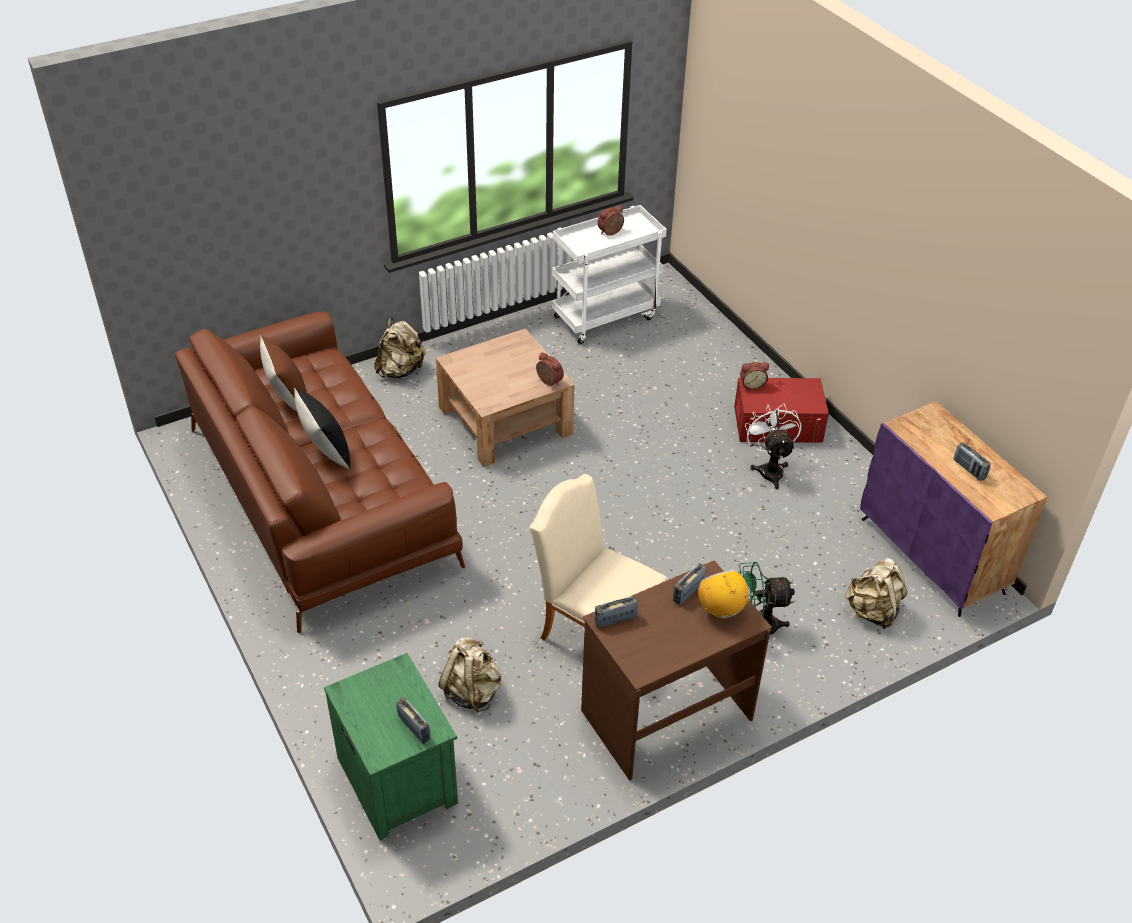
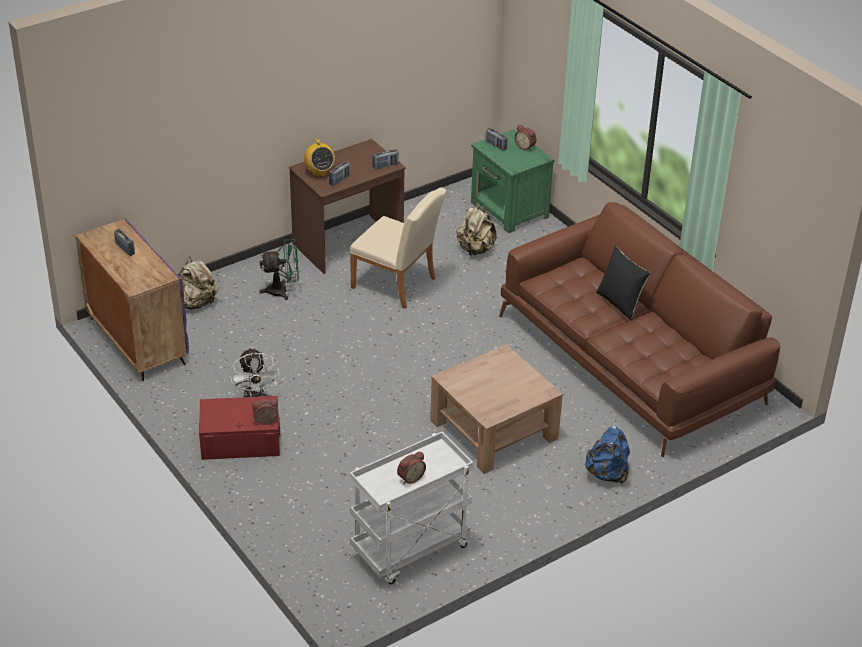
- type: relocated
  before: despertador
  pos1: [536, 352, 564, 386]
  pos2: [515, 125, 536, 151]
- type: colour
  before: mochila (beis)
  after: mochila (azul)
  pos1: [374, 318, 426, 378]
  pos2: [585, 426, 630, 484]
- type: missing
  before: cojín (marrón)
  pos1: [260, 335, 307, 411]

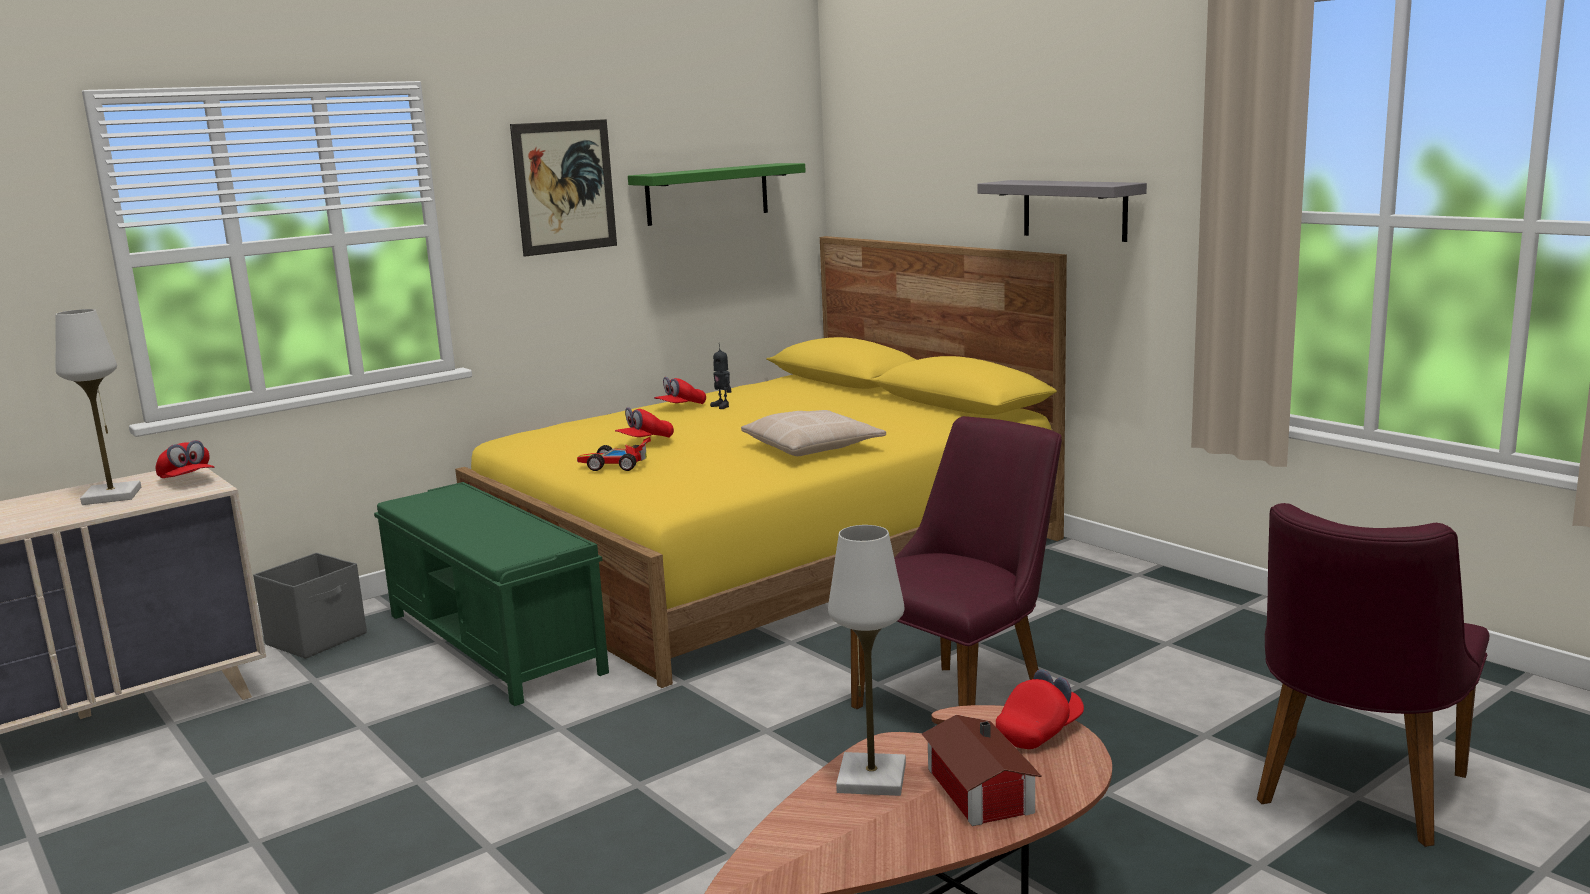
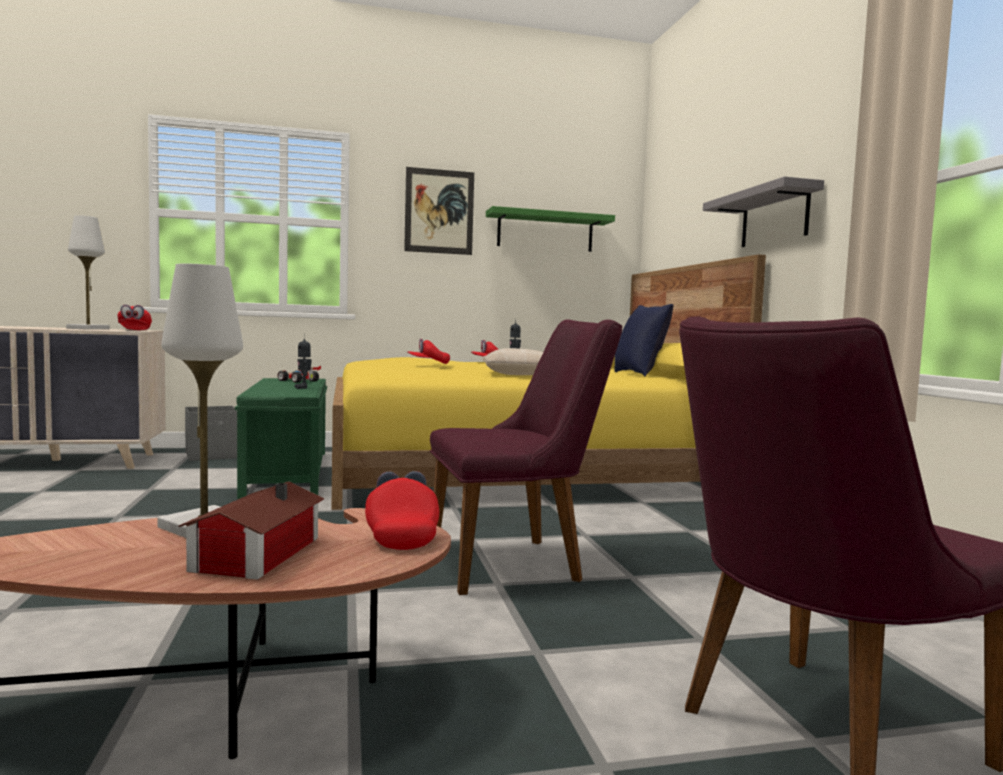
- type: relocated
  before: coche de juguete
  pos1: [577, 437, 651, 471]
  pos2: [277, 366, 321, 383]
- type: appeared
  after: robot de juguete
  pos2: [294, 334, 312, 389]
- type: spun
  before: gorra (rojo)
  pos1: [996, 669, 1084, 749]
  pos2: [365, 471, 439, 550]
  turn: -90
- type: appeared
  after: cojín (azul)
  pos2: [615, 304, 674, 376]

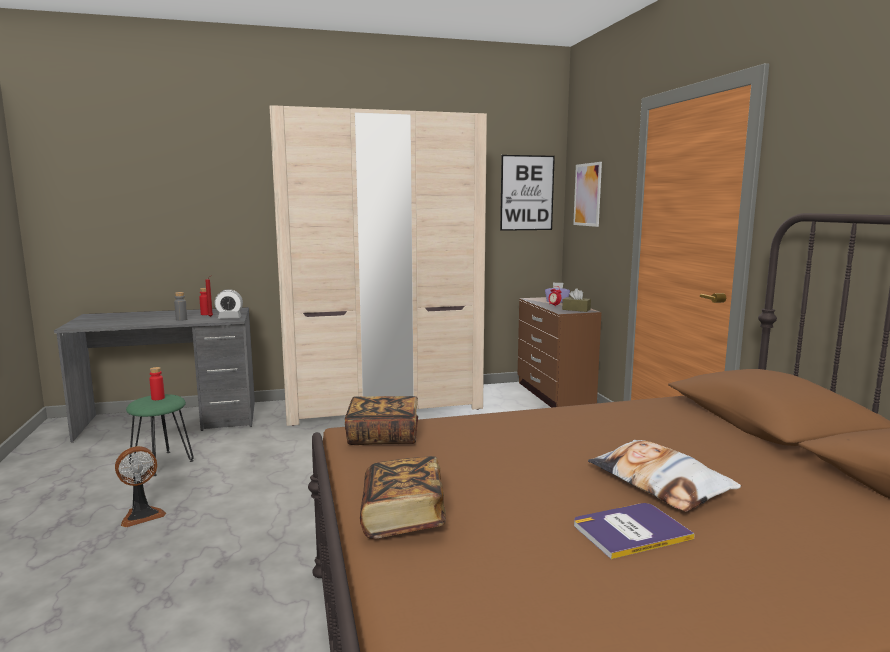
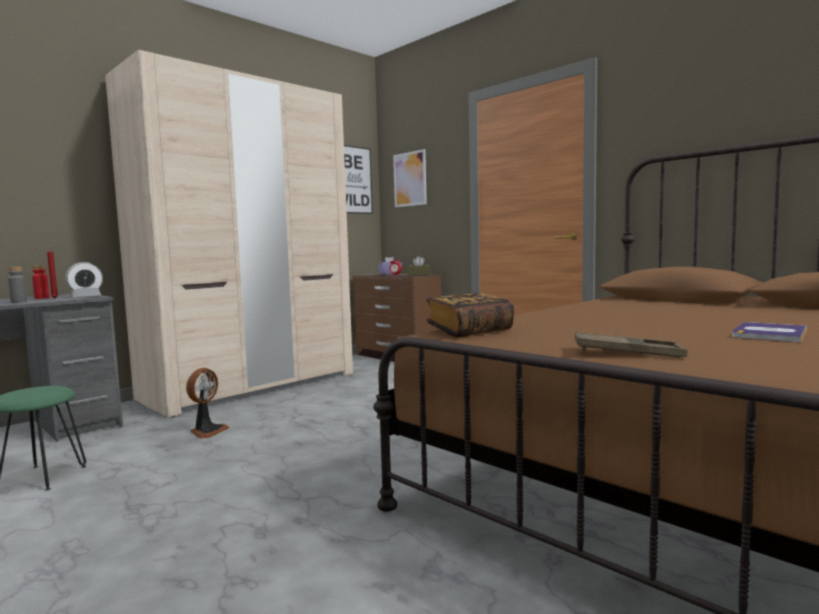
- type: relocated
  before: ventilador
  pos1: [115, 446, 166, 527]
  pos2: [186, 368, 230, 439]
- type: exchanged
  before: libro
  after: bandeja (marrón)
  pos1: [360, 456, 446, 539]
  pos2: [575, 332, 688, 357]
- type: missing
  before: botella (rojo)
  pos1: [149, 367, 165, 400]
- type: missing
  before: cojín
  pos1: [588, 440, 741, 512]

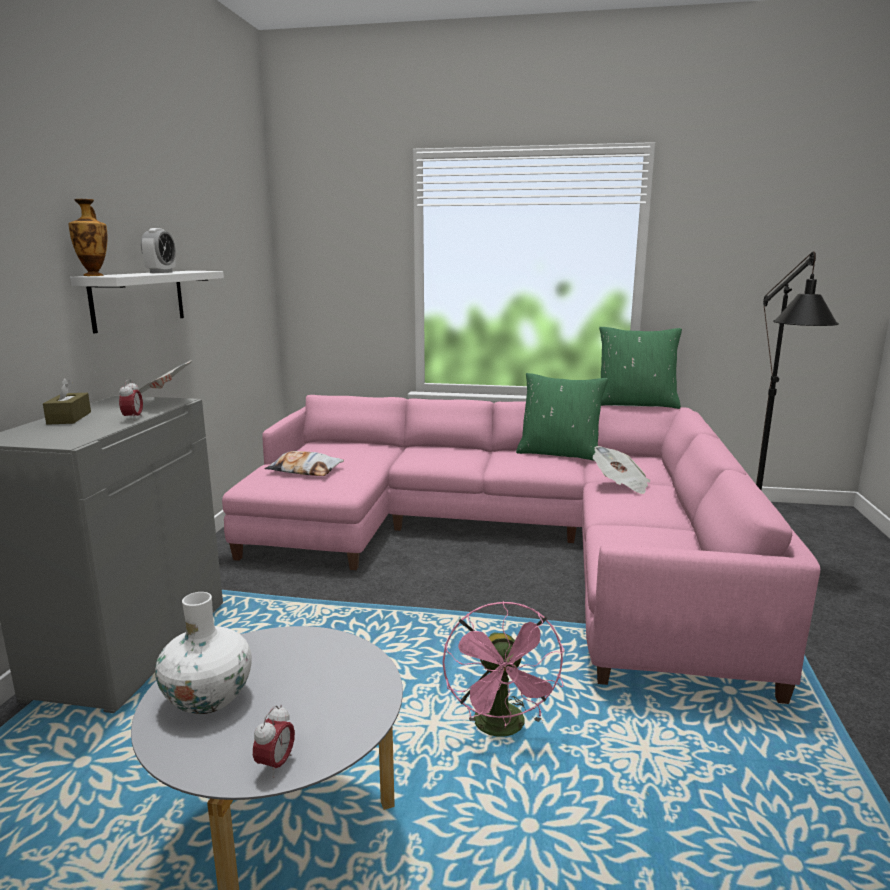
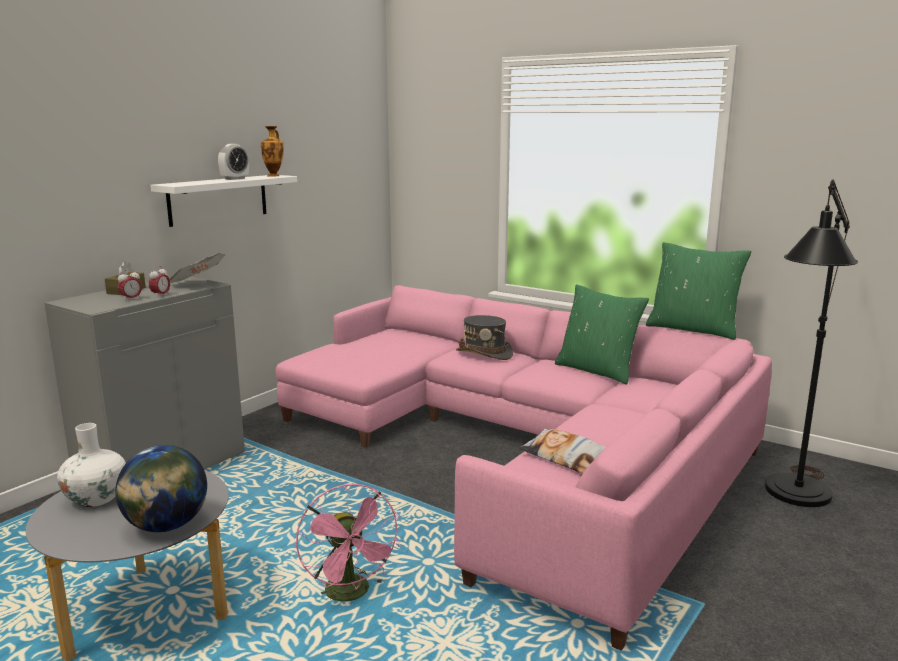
- type: appeared
  after: globo terráqueo
  pos2: [115, 445, 207, 532]
- type: relocated
  before: despertador
  pos1: [253, 705, 295, 778]
  pos2: [118, 269, 142, 301]
- type: relocated
  before: florero
  pos1: [69, 199, 108, 276]
  pos2: [261, 126, 284, 177]
- type: spun
  before: ventilador (rosa)
  pos1: [442, 601, 564, 737]
  pos2: [296, 484, 400, 602]
  turn: -45
- type: appeared
  after: sombrero (gris)
  pos2: [456, 315, 513, 360]
- type: relocated
  before: cojín
  pos1: [265, 451, 344, 476]
  pos2: [518, 428, 606, 474]
- type: missing
  before: periódico
  pos1: [592, 446, 650, 494]

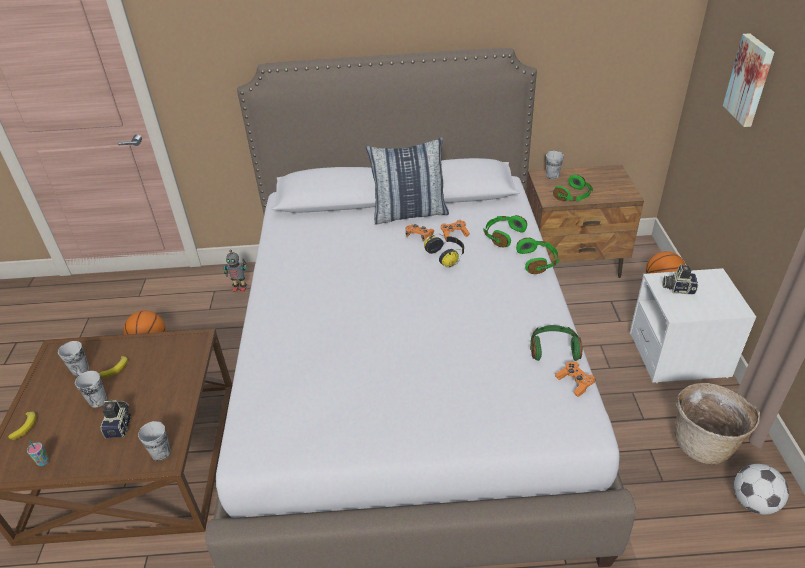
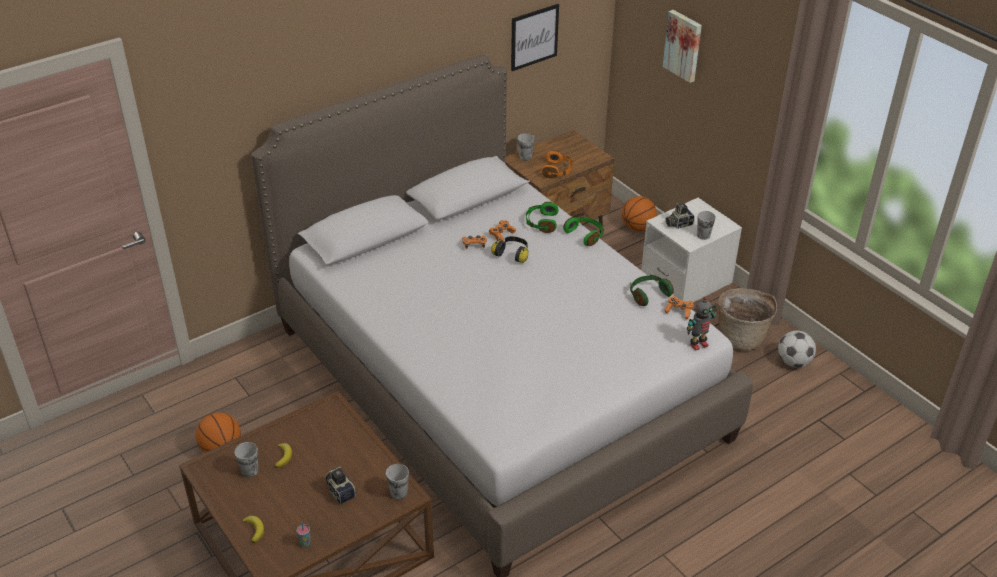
- type: appeared
  after: cuadro
  pos2: [511, 4, 559, 71]
- type: colour
  before: auriculares (verde)
  after: auriculares (naranja)
  pos1: [553, 175, 593, 201]
  pos2: [542, 151, 573, 178]
- type: relocated
  before: robot de juguete
  pos1: [223, 250, 247, 292]
  pos2: [687, 297, 717, 351]
- type: relocated
  before: taza
  pos1: [75, 371, 107, 408]
  pos2: [697, 211, 716, 240]
- type: missing
  before: cojín
  pos1: [366, 137, 449, 225]

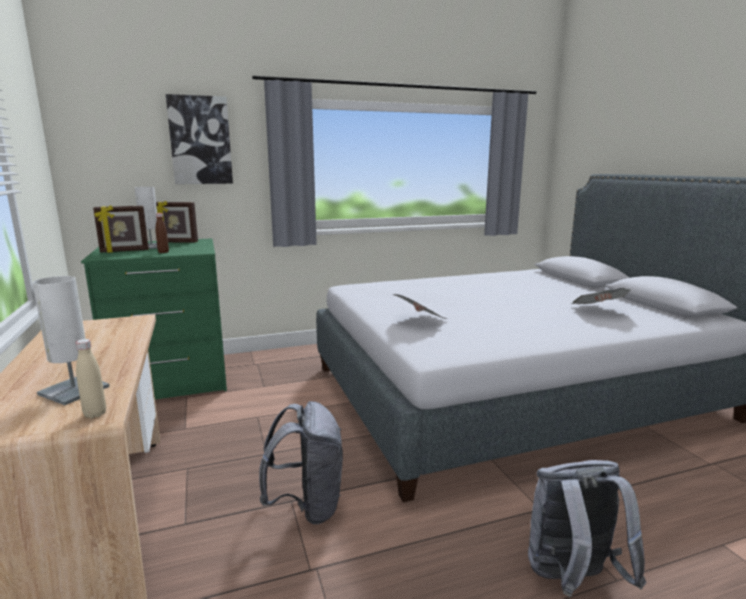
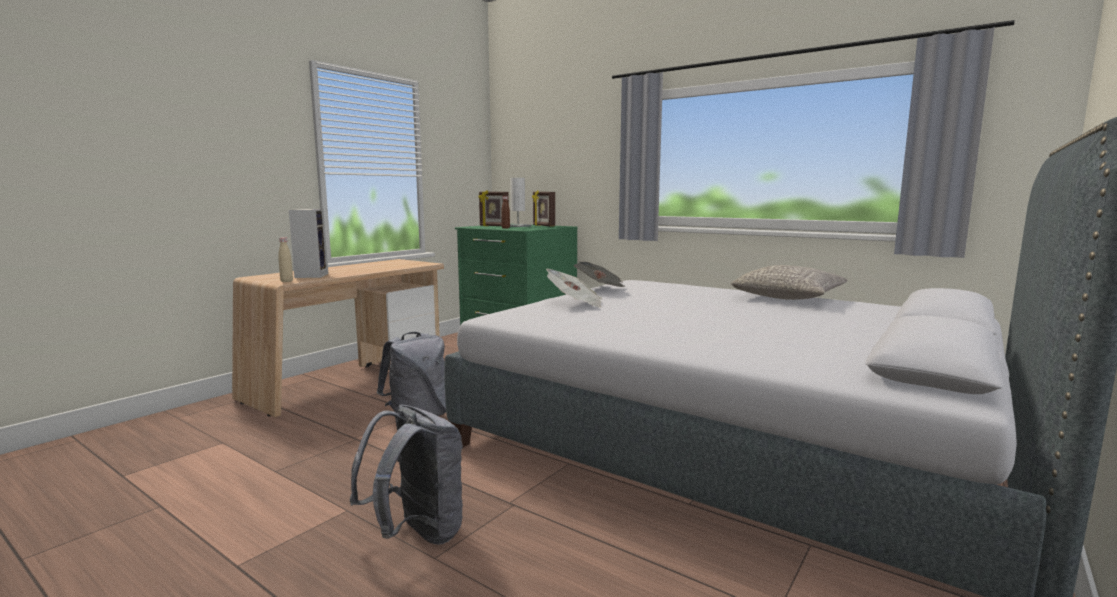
- type: exchanged
  before: lámpara de mesa (blanco)
  after: altavoz
  pos1: [32, 276, 110, 405]
  pos2: [289, 209, 328, 278]
- type: relocated
  before: periódico
  pos1: [571, 288, 631, 304]
  pos2: [574, 262, 625, 287]
- type: appeared
  after: cojín (gris)
  pos2: [731, 265, 848, 300]
- type: missing
  before: cuadro
  pos1: [166, 94, 233, 184]

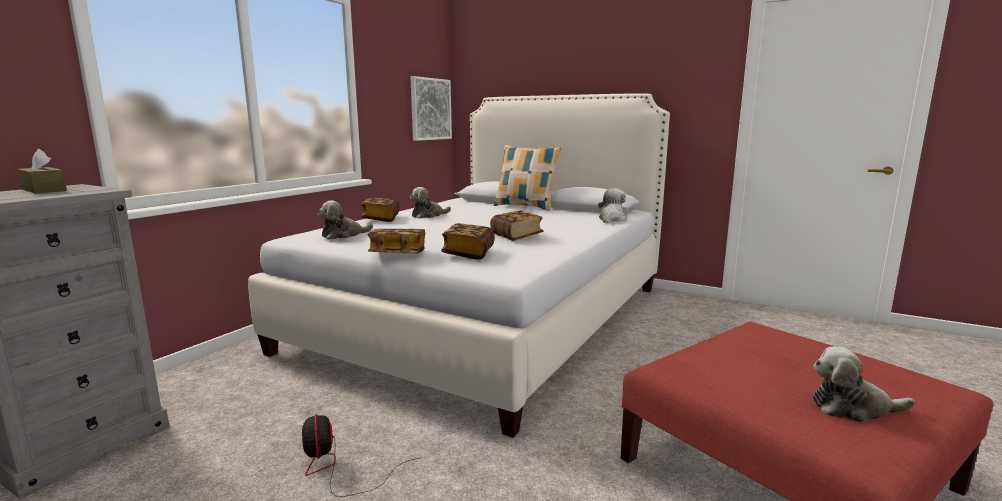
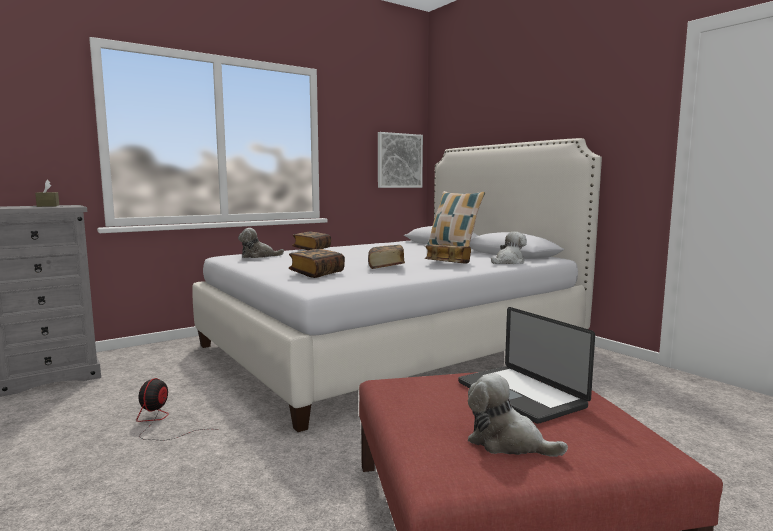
- type: relocated
  before: libro
  pos1: [368, 229, 425, 253]
  pos2: [425, 244, 471, 264]
- type: appeared
  after: portátil
  pos2: [458, 307, 595, 424]
- type: missing
  before: peluche
  pos1: [410, 187, 451, 218]

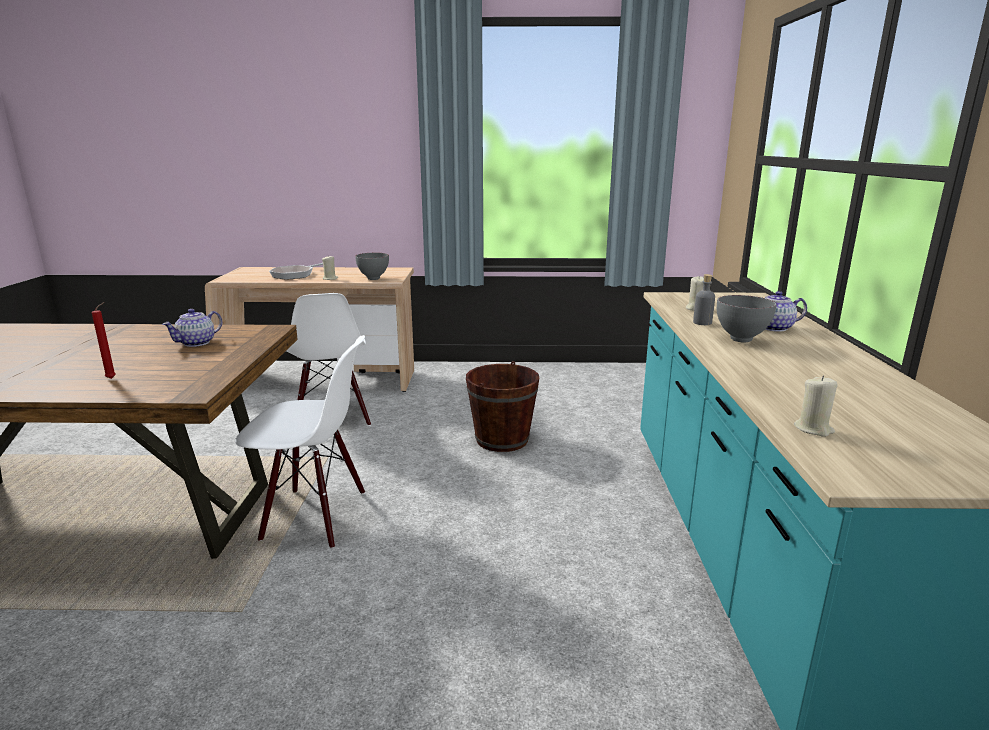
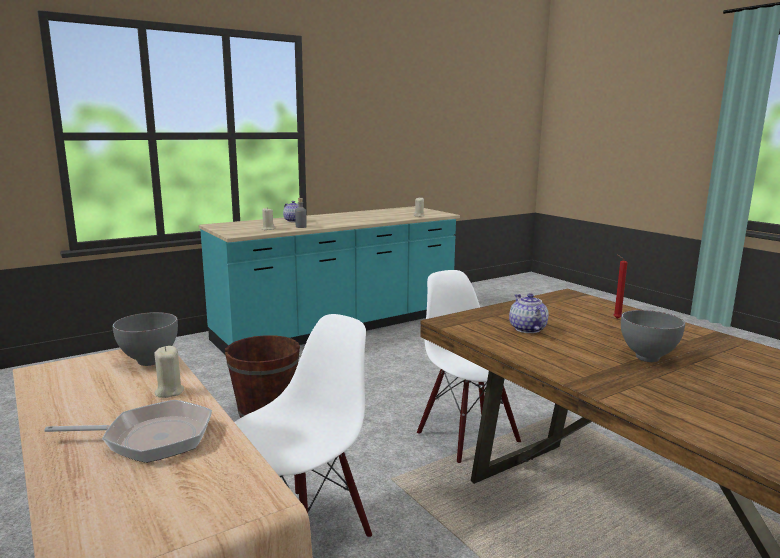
- type: spun
  before: tetera
  pos1: [162, 309, 222, 347]
  pos2: [509, 293, 548, 333]
  turn: -105
- type: relocated
  before: cuenco (gris)
  pos1: [717, 295, 777, 343]
  pos2: [621, 310, 685, 362]

